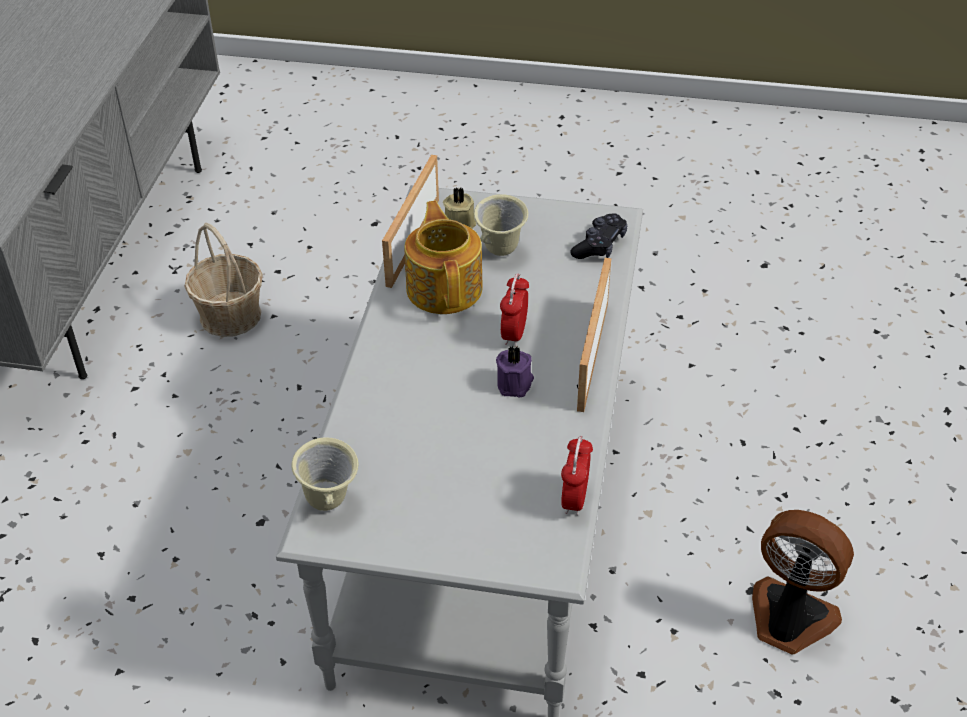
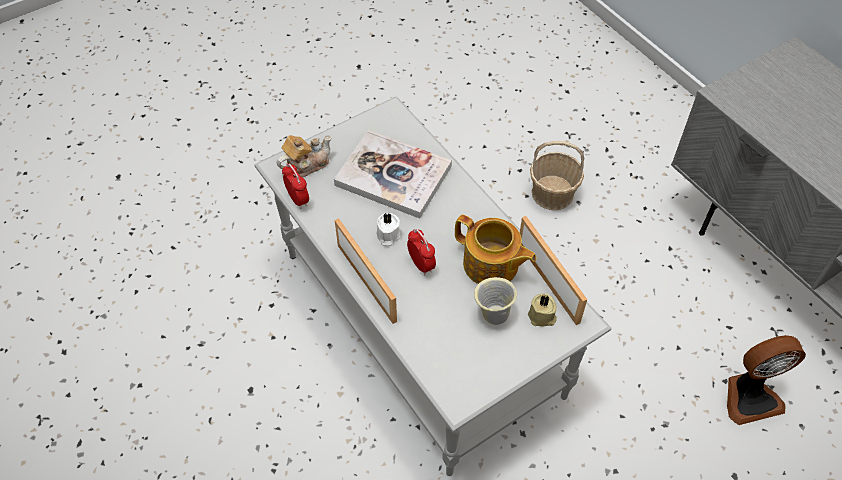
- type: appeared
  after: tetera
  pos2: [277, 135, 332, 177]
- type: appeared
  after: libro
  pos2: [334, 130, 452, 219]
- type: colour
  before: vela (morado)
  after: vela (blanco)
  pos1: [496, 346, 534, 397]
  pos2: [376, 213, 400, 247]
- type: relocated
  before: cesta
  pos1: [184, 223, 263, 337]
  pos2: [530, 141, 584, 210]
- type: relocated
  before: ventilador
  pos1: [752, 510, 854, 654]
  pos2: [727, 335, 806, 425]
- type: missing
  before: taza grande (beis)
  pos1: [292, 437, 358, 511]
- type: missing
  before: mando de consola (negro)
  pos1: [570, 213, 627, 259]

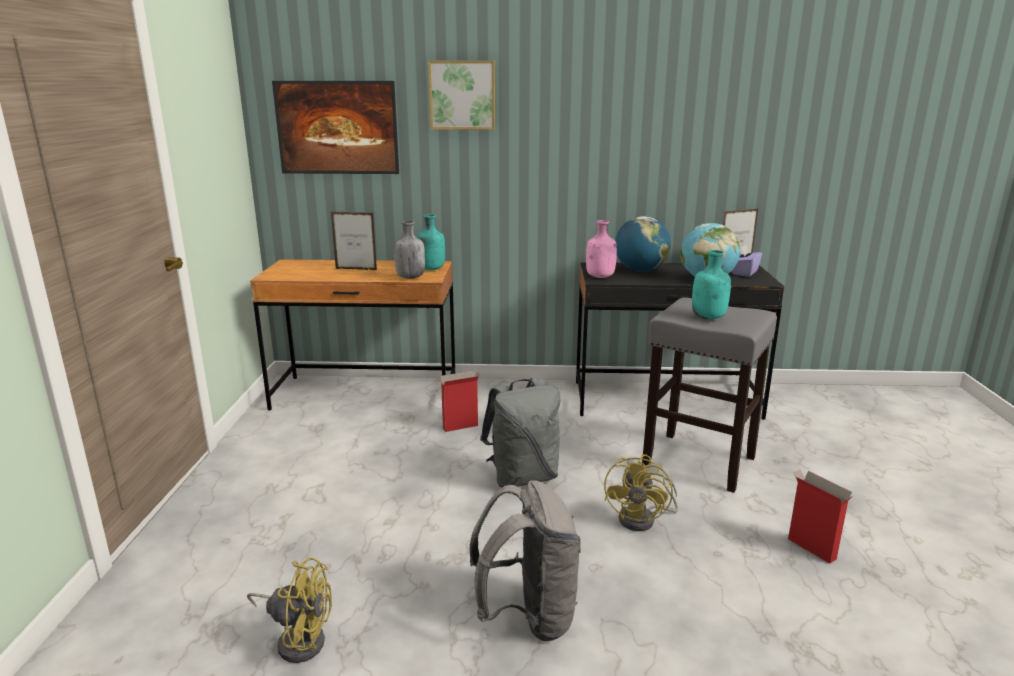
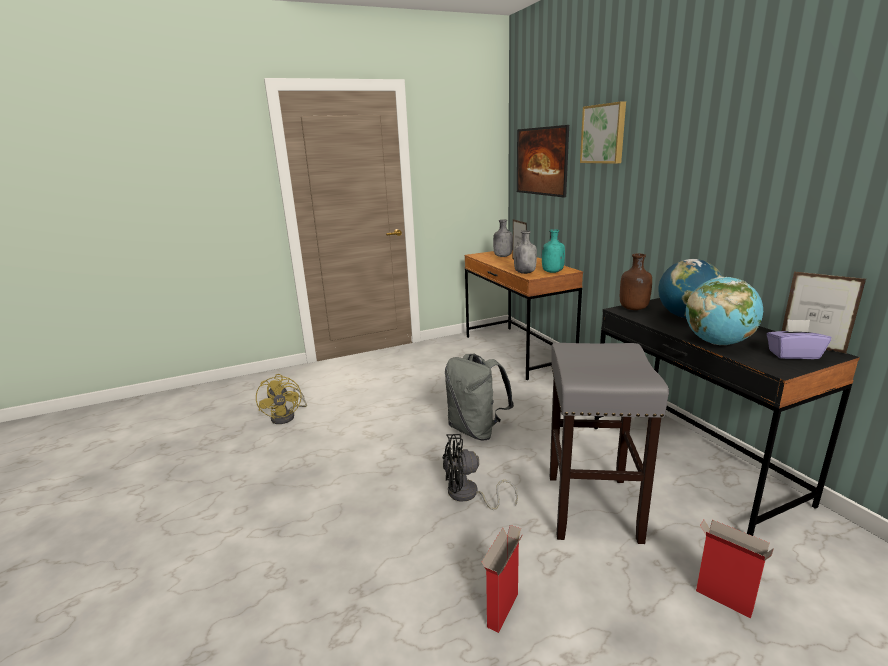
- type: colour
  before: ventilador (amarillo)
  after: ventilador (negro)
  pos1: [604, 455, 678, 531]
  pos2: [443, 434, 518, 510]
- type: appeared
  after: botella (gris)
  pos2: [493, 220, 513, 257]
- type: colour
  before: botella (rosa)
  after: botella (marrón)
  pos1: [586, 220, 617, 278]
  pos2: [620, 253, 652, 310]
- type: relocated
  before: caja de cartón
  pos1: [439, 371, 480, 432]
  pos2: [696, 519, 774, 618]
- type: missing
  before: mochila (gris)
  pos1: [470, 480, 581, 641]
- type: missing
  before: botella (turquesa)
  pos1: [692, 250, 731, 319]

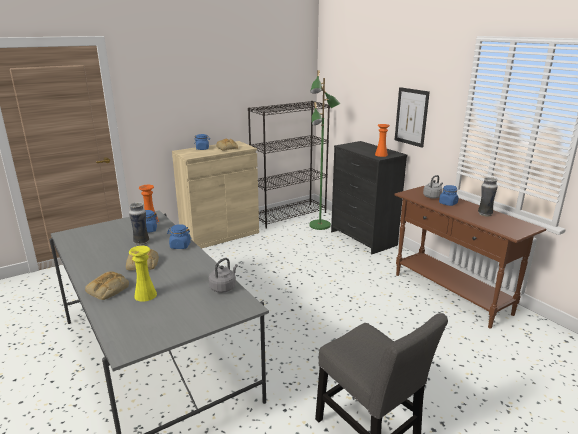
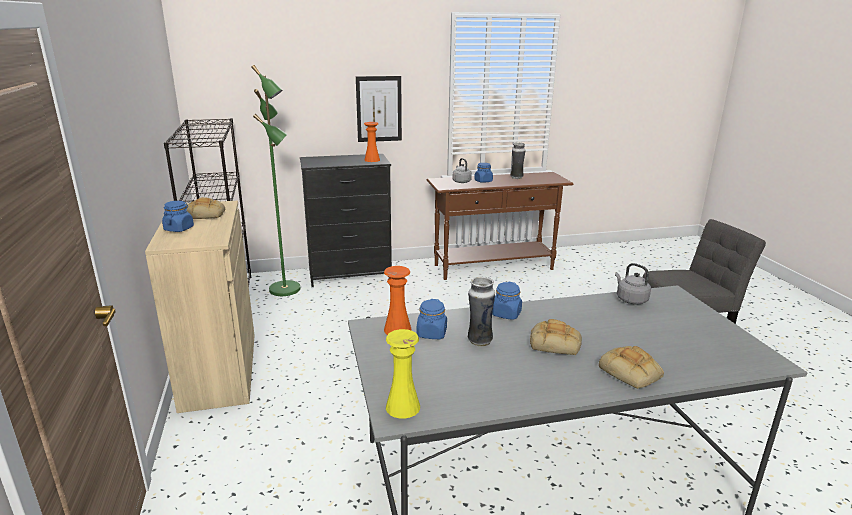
- type: relocated
  before: florero (amarillo)
  pos1: [129, 246, 157, 302]
  pos2: [386, 329, 420, 418]

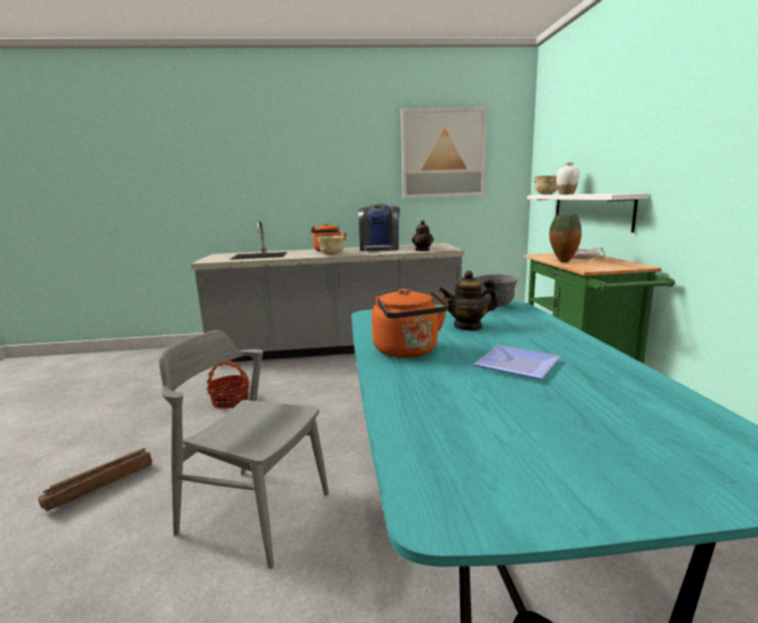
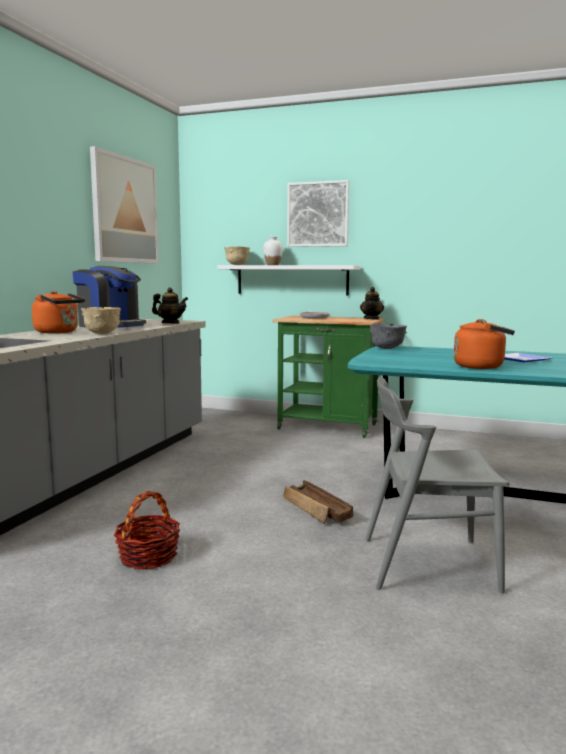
- type: relocated
  before: caja de embalaje
  pos1: [38, 448, 152, 511]
  pos2: [283, 480, 353, 524]
- type: appeared
  after: cuadro
  pos2: [287, 180, 349, 247]
- type: relocated
  before: tetera
  pos1: [439, 270, 498, 331]
  pos2: [360, 287, 384, 320]
- type: spun
  before: silla (gris)
  pos1: [159, 330, 329, 569]
  pos2: [365, 377, 509, 594]
  turn: 45
- type: missing
  before: florero
  pos1: [549, 215, 582, 262]

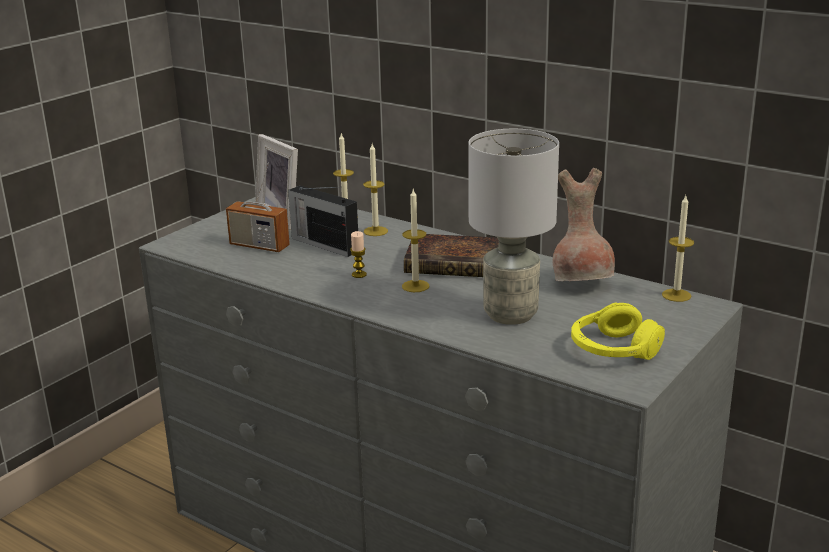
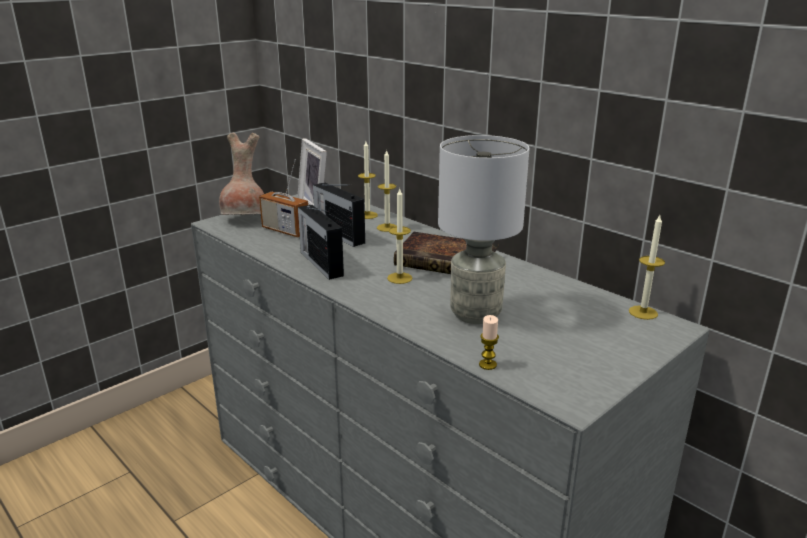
- type: relocated
  before: florero (marrón)
  pos1: [552, 168, 615, 281]
  pos2: [219, 133, 264, 215]
- type: appeared
  after: radio
  pos2: [298, 205, 344, 280]
- type: relocated
  before: vela
  pos1: [350, 231, 367, 278]
  pos2: [479, 315, 499, 370]
- type: missing
  before: auriculares (amarillo)
  pos1: [571, 303, 665, 360]

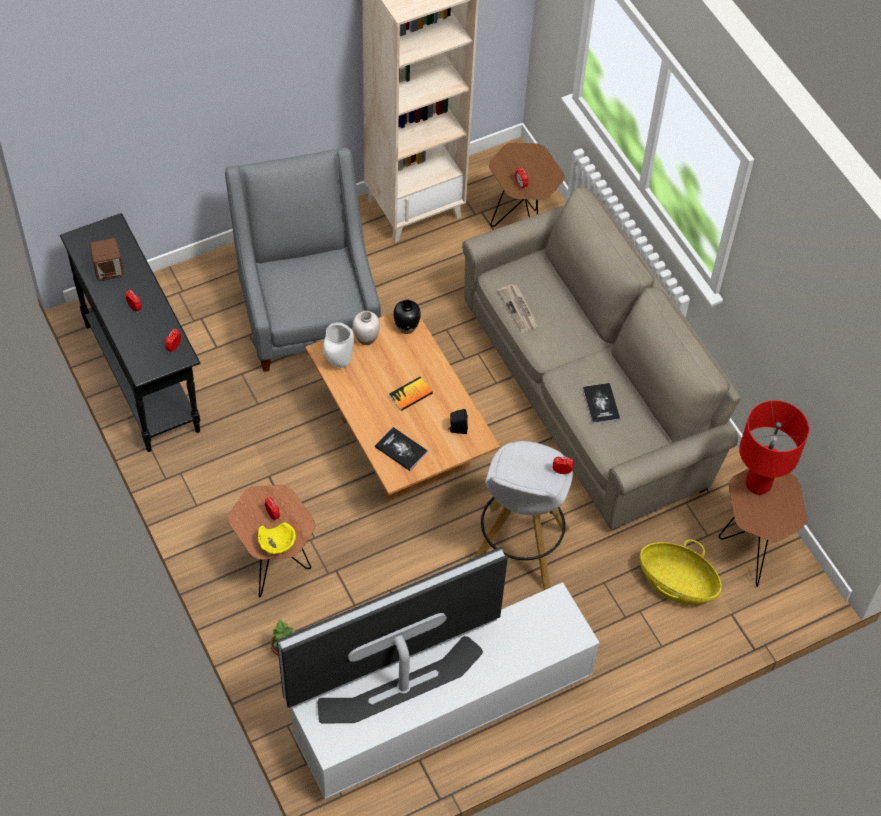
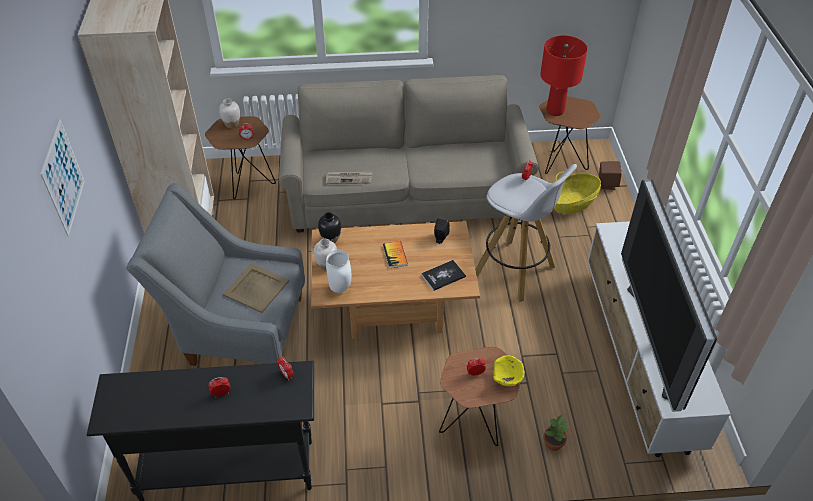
- type: appeared
  after: cuadro
  pos2: [41, 119, 85, 236]
- type: appeared
  after: florero (blanco)
  pos2: [219, 98, 240, 128]
- type: appeared
  after: bandeja (beis)
  pos2: [223, 263, 289, 313]
- type: relocated
  before: altavoz (marrón)
  pos1: [90, 238, 124, 281]
  pos2: [599, 161, 622, 190]
- type: missing
  before: libro
  pos1: [582, 383, 620, 424]

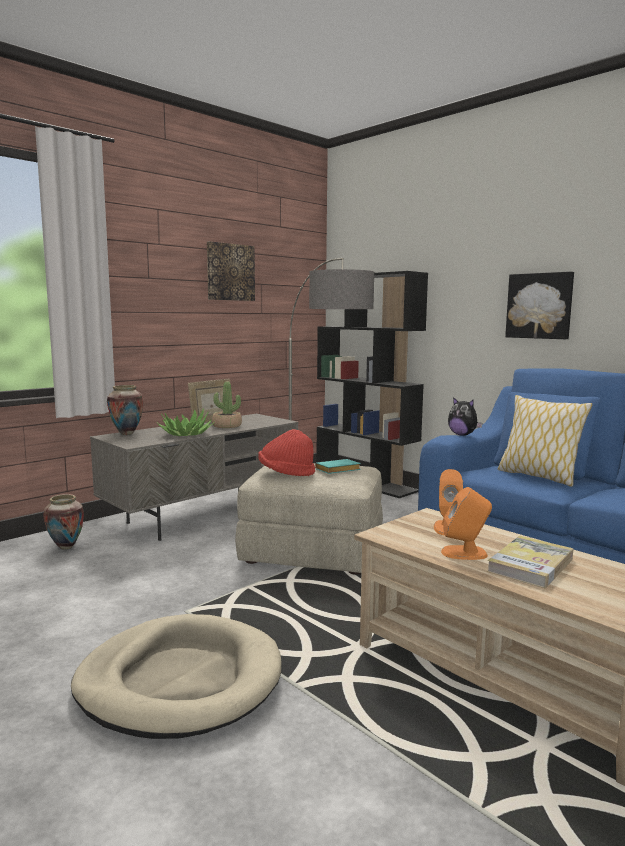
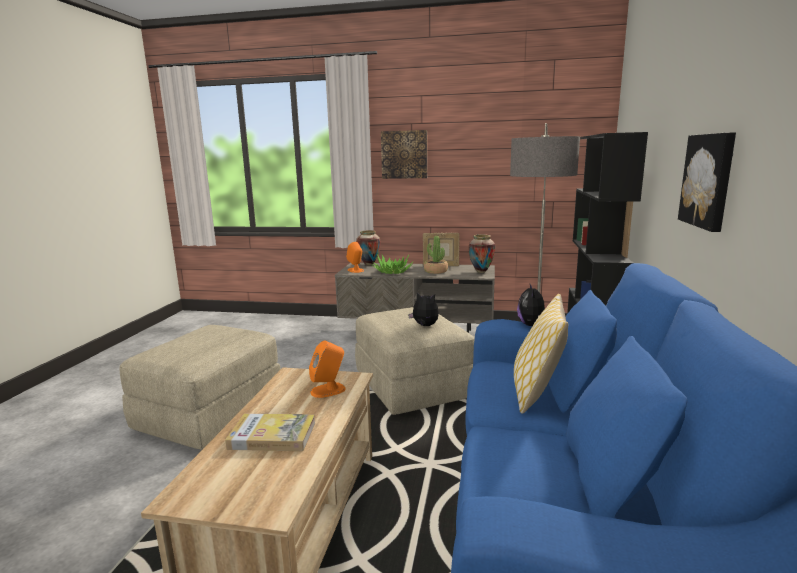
- type: exchanged
  before: cama para perro (beis)
  after: puf (beis)
  pos1: [71, 614, 282, 739]
  pos2: [120, 325, 281, 449]
- type: relocated
  before: altavoz (naranja)
  pos1: [441, 487, 492, 560]
  pos2: [346, 242, 364, 273]
- type: relocated
  before: cuadro
  pos1: [207, 241, 255, 301]
  pos2: [381, 130, 427, 179]
- type: exchanged
  before: libro (turquesa)
  after: peluche
  pos1: [315, 459, 361, 474]
  pos2: [408, 292, 439, 326]
- type: relocated
  before: florero
  pos1: [43, 494, 84, 549]
  pos2: [468, 234, 495, 273]
- type: missing
  before: sombrero (rojo)
  pos1: [258, 429, 315, 476]

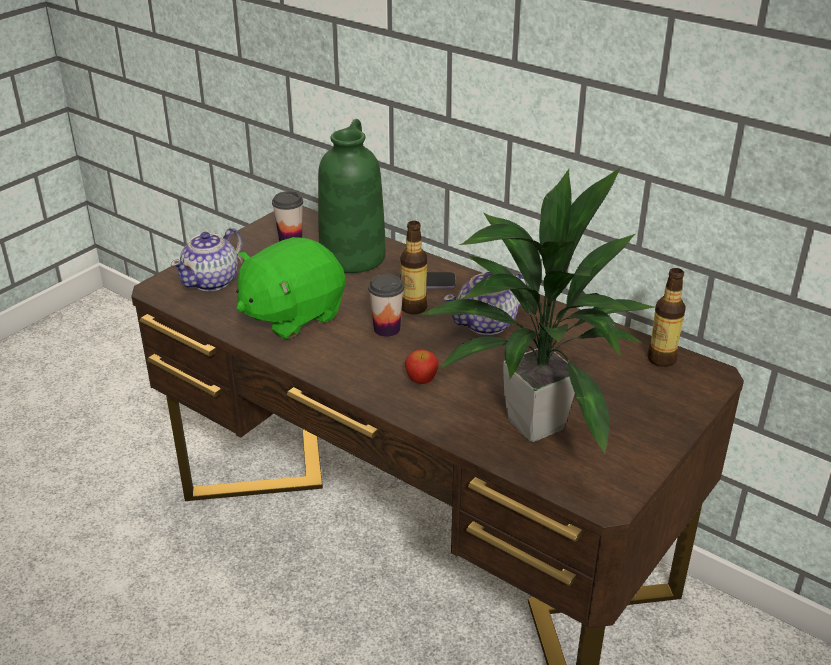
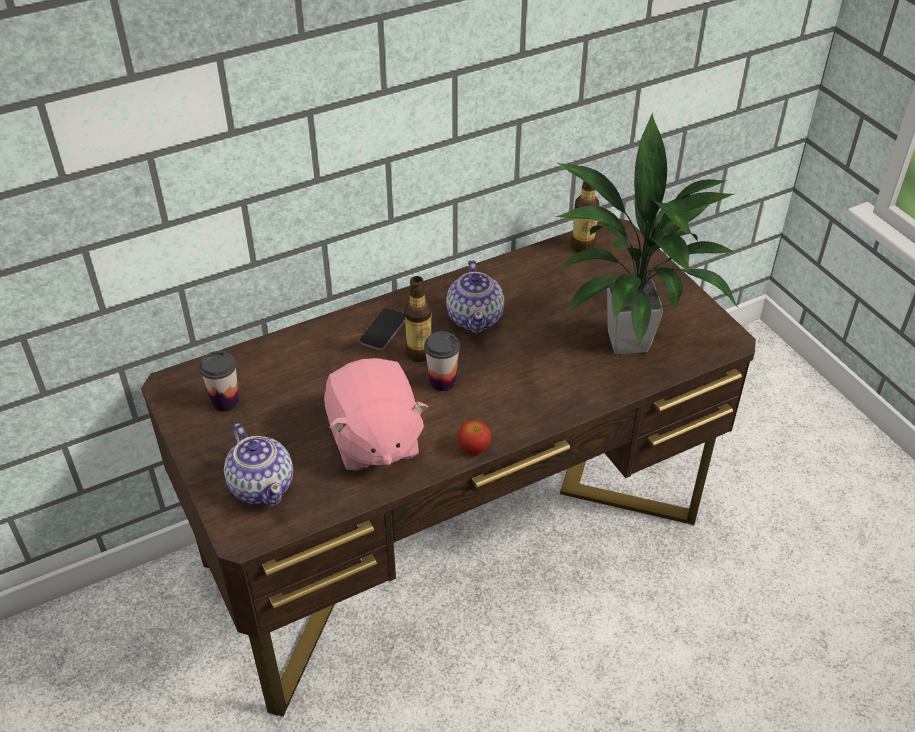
- type: colour
  before: peluche (verde)
  after: peluche (rosa)
  pos1: [236, 237, 345, 339]
  pos2: [324, 358, 428, 471]
- type: relocated
  before: manzana
  pos1: [405, 349, 438, 384]
  pos2: [458, 420, 492, 455]
- type: missing
  before: florero (verde)
  pos1: [318, 119, 386, 273]

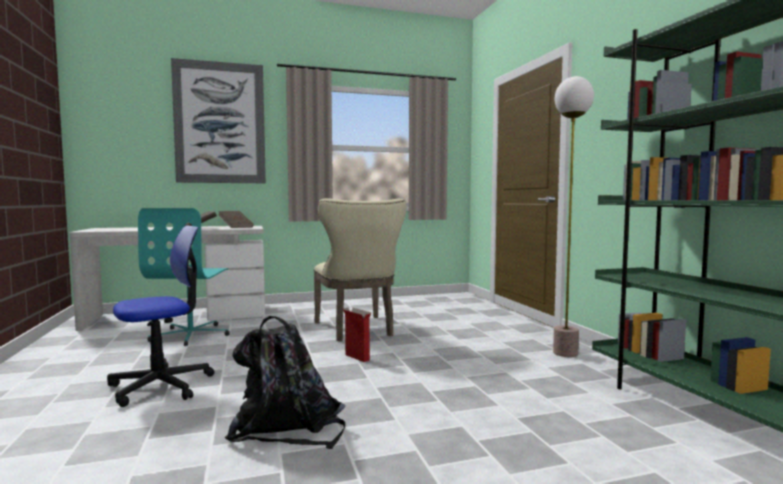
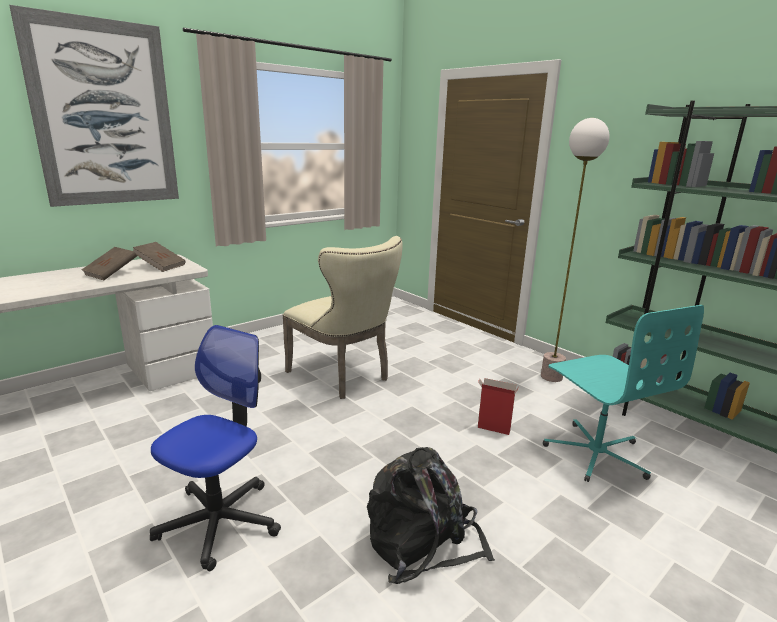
- type: relocated
  before: caja de cartón
  pos1: [343, 308, 372, 362]
  pos2: [478, 378, 519, 435]
- type: relocated
  before: silla de oficina (turquesa)
  pos1: [138, 208, 230, 346]
  pos2: [543, 305, 704, 482]

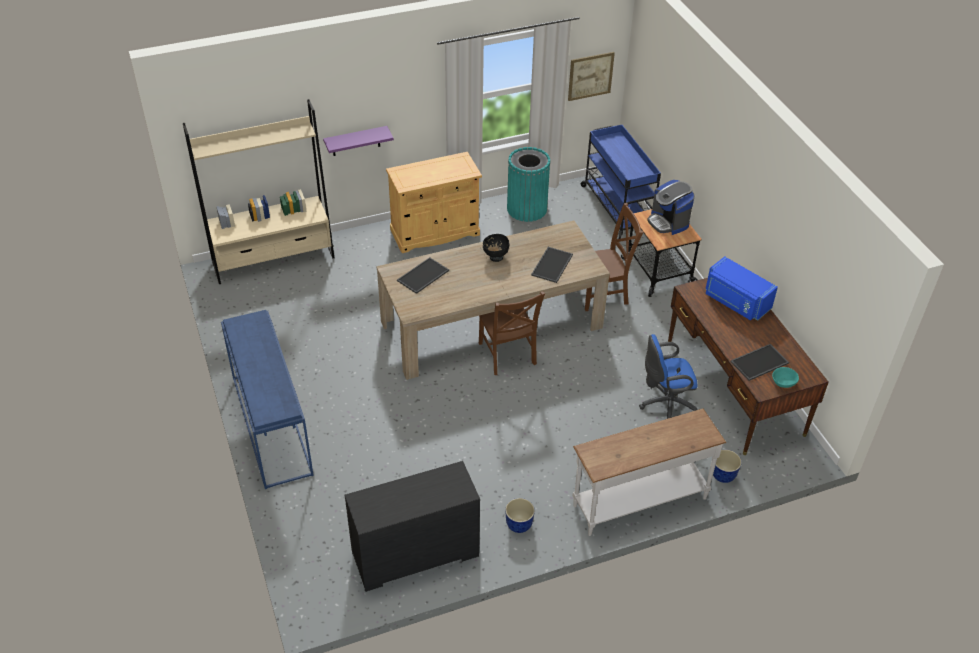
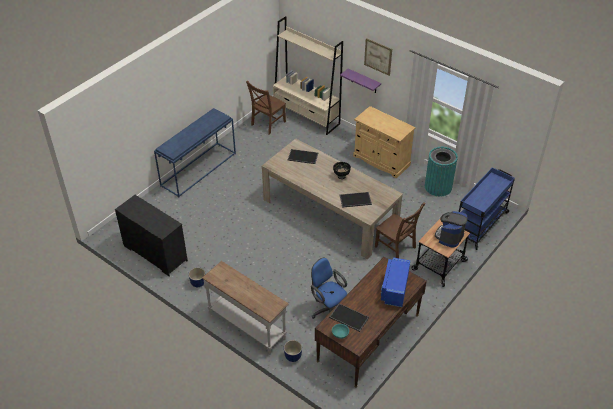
- type: relocated
  before: silla (marrón)
  pos1: [479, 291, 545, 375]
  pos2: [246, 81, 286, 135]
- type: relocated
  before: cuadro
  pos1: [568, 52, 615, 101]
  pos2: [364, 38, 392, 76]

